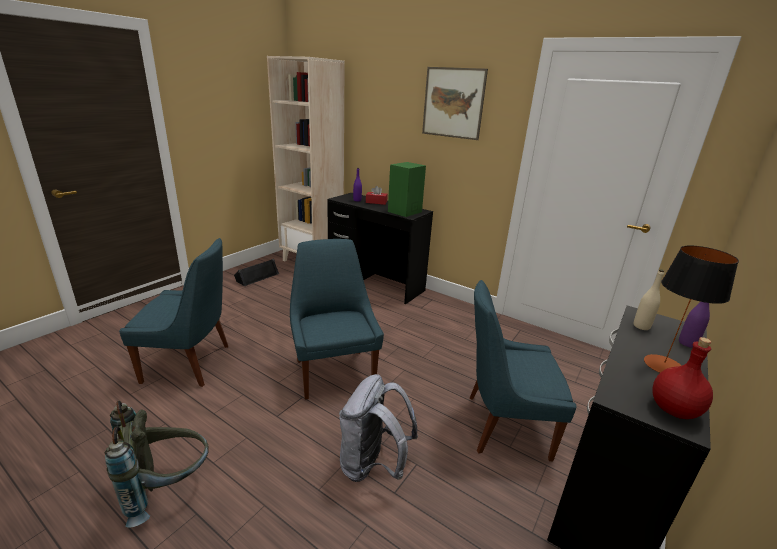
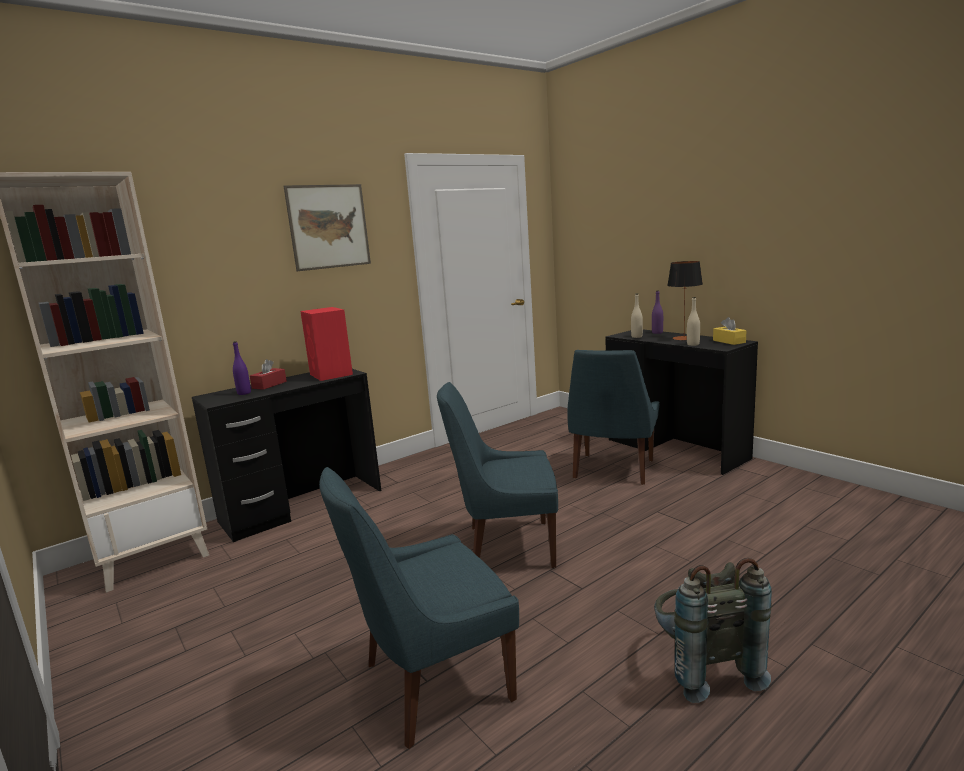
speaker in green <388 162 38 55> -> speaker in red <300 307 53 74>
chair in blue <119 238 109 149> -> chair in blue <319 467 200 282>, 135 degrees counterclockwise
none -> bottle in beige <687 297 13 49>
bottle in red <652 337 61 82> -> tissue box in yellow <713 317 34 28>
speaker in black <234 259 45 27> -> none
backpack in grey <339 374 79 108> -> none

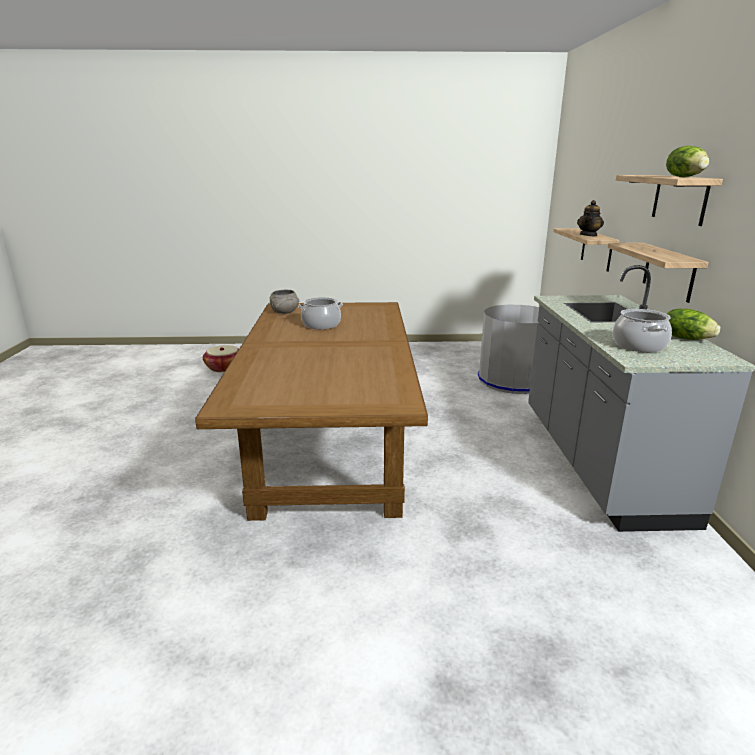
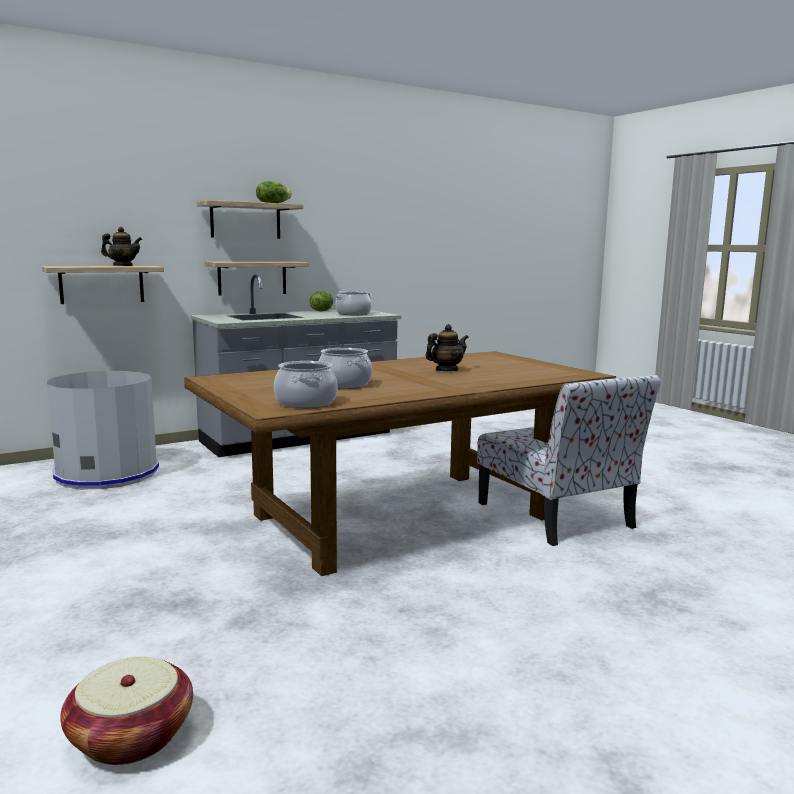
bowl in grey <270 290 29 24> -> cooking pot <274 361 64 47>
none -> teapot <425 324 44 47>
none -> chair <477 375 184 171>

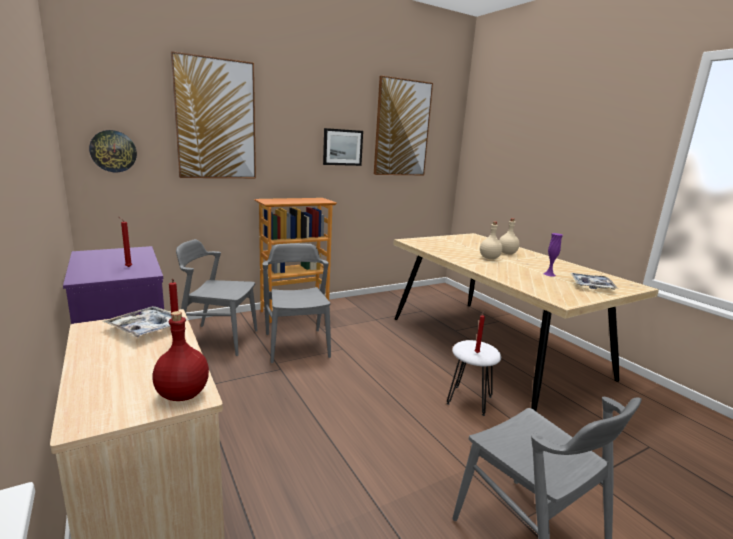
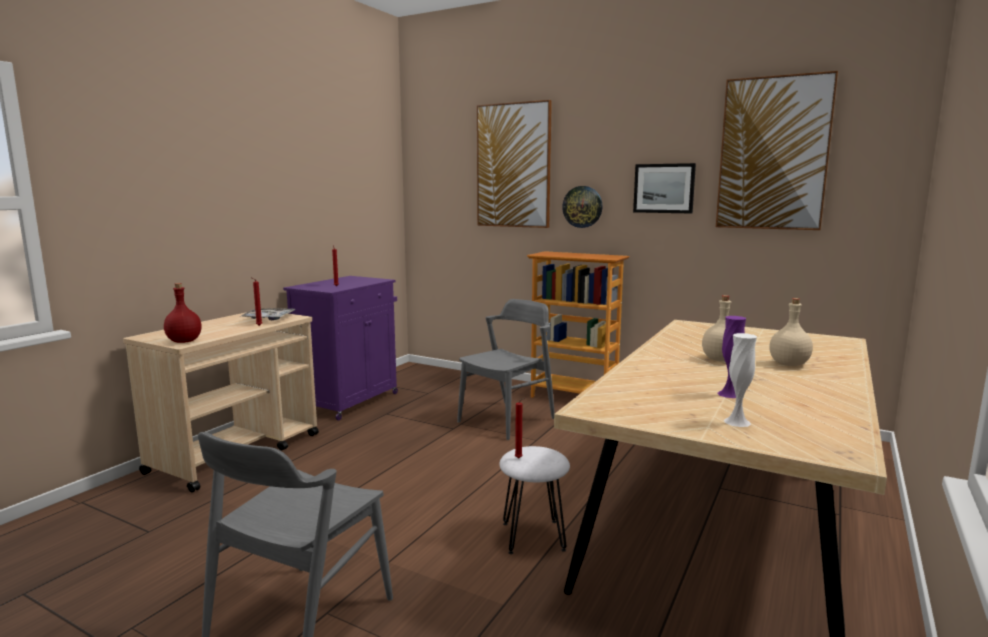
wall clock <89 130 48 42> -> wall clock <562 186 41 42>, move
tray <571 273 47 17> -> vase in white <724 333 33 94>
chair in grey <176 239 82 117> -> none

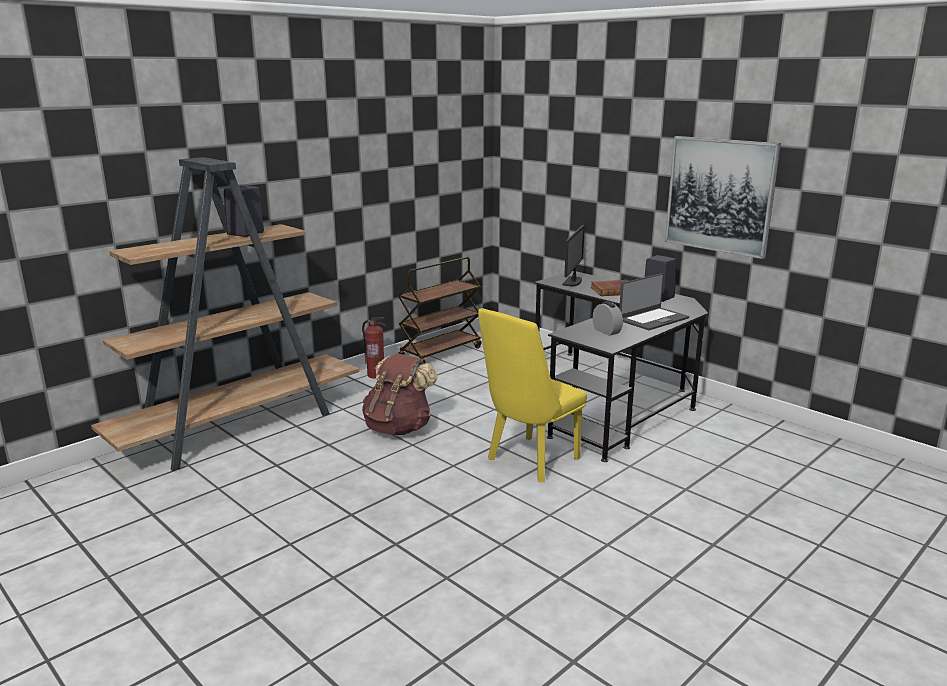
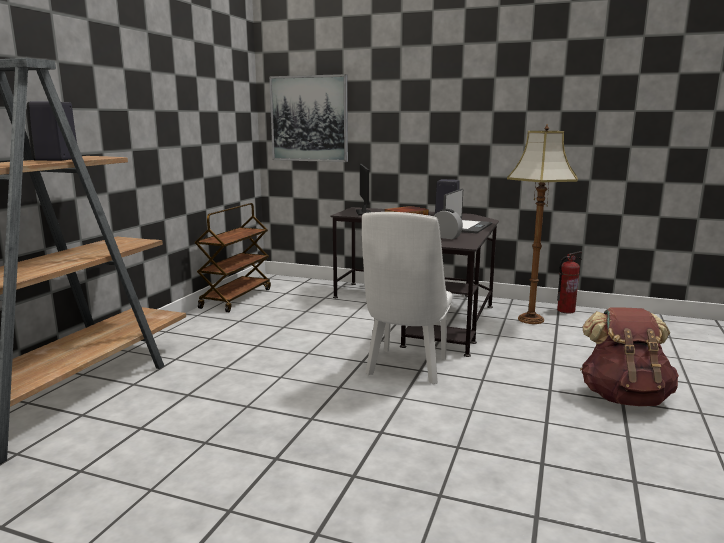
picture <665 136 116 123> -> picture <269 74 79 88>, move
chair in yellow <478 308 109 174> -> chair in white <362 212 90 172>
none -> floor lamp <507 124 71 200>
fire extinguisher <362 317 23 62> -> fire extinguisher <557 251 25 63>, move
backpack in brown <362 353 76 82> -> backpack in brown <580 307 99 99>, move

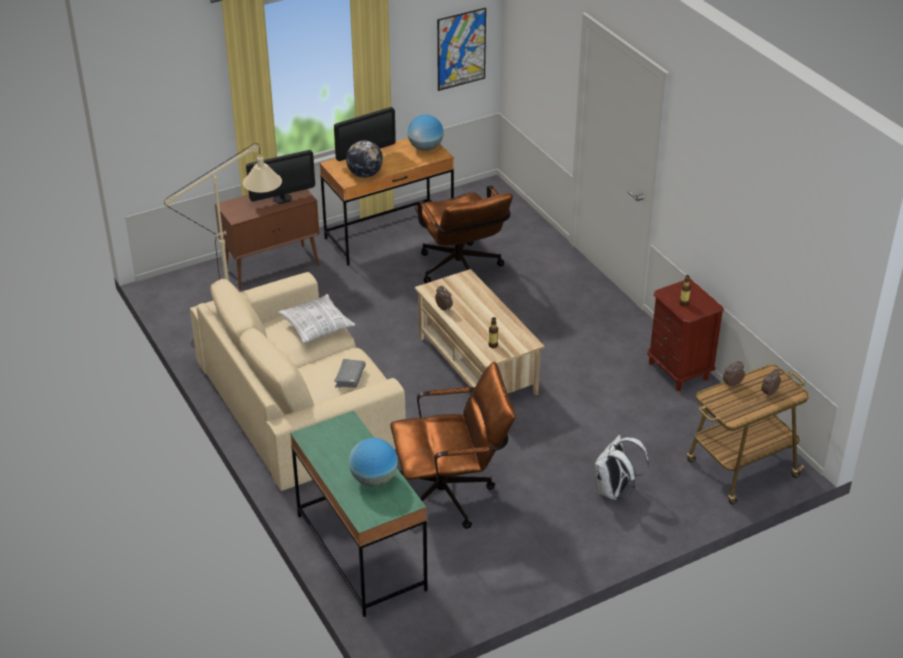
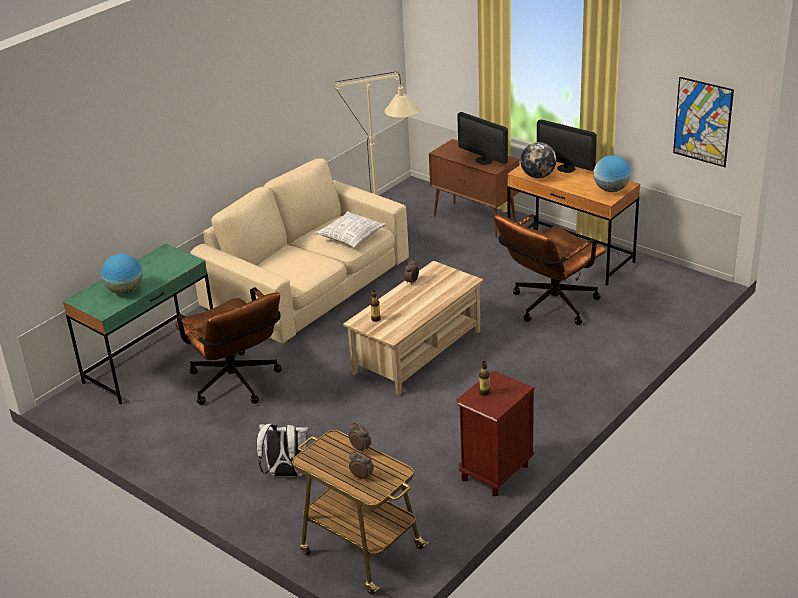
book in grey <334 359 31 29> -> none

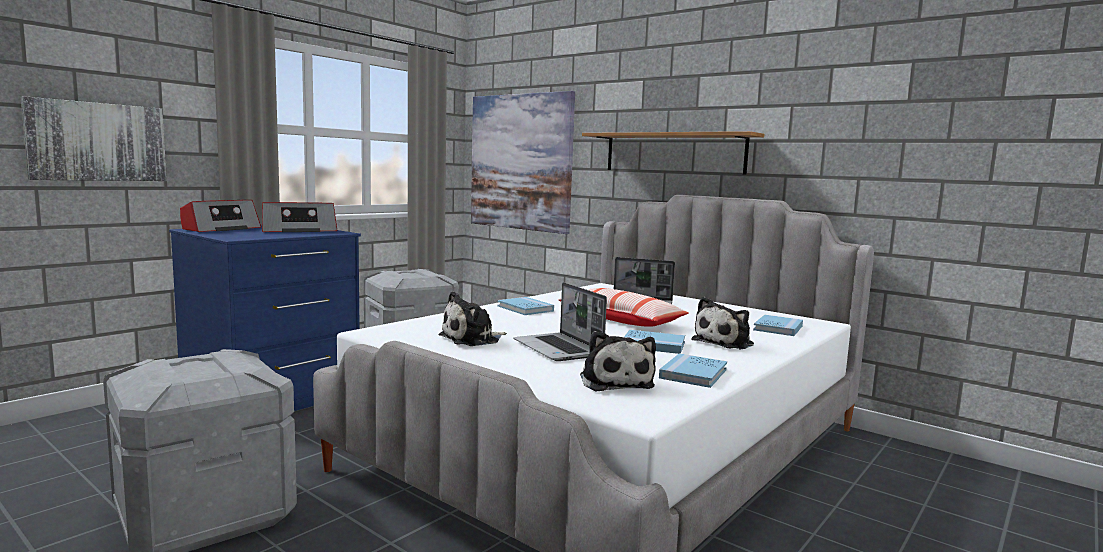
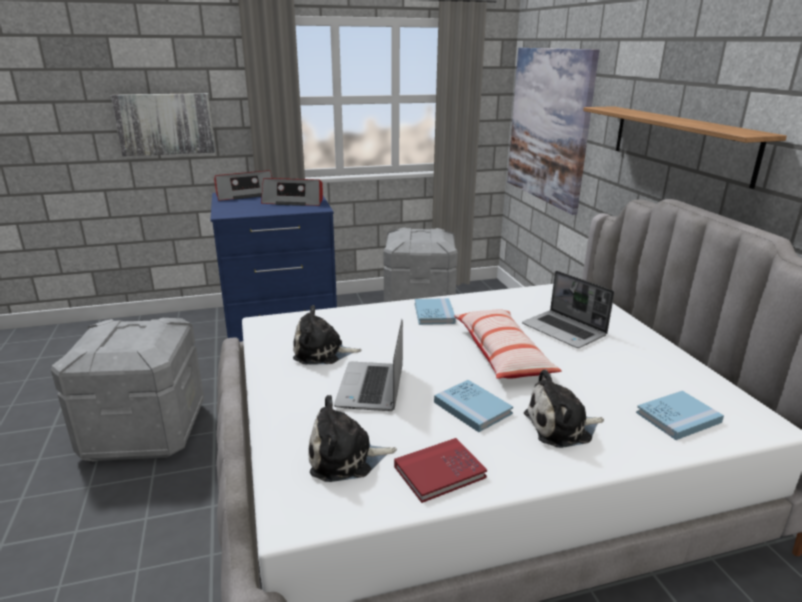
plush toy <580 331 76 60> -> plush toy <309 395 88 87>, 60 degrees clockwise
book in blue <659 353 68 35> -> book in red <394 438 93 65>

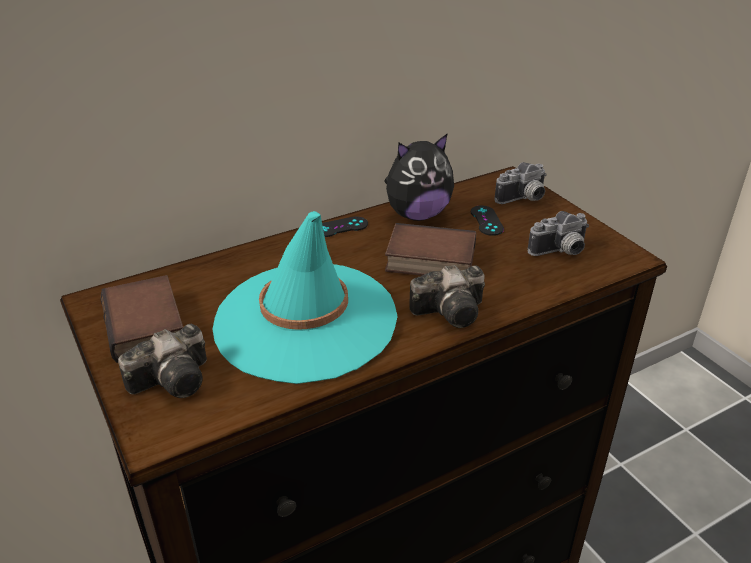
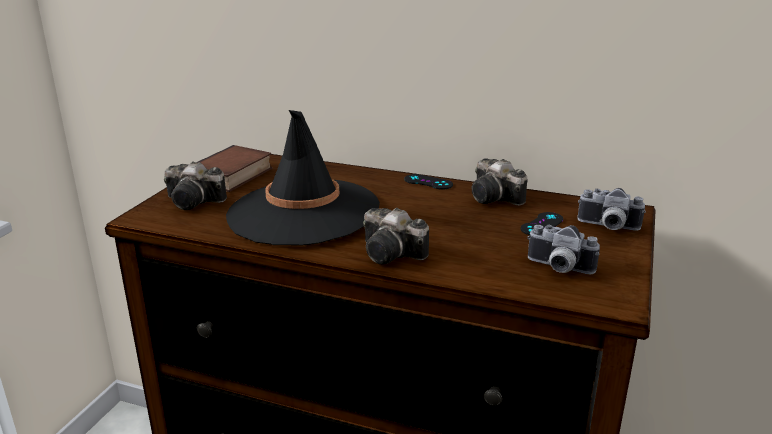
hat in turquoise <212 211 186 173> -> hat in black <226 110 154 136>
plush toy <384 133 70 88> -> photo camera <472 158 55 48>
book <385 223 91 53> -> none

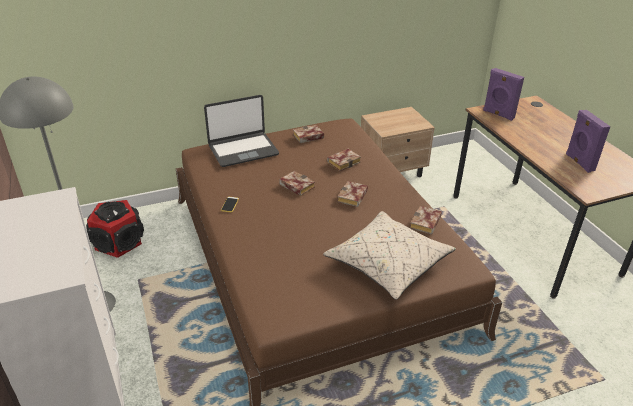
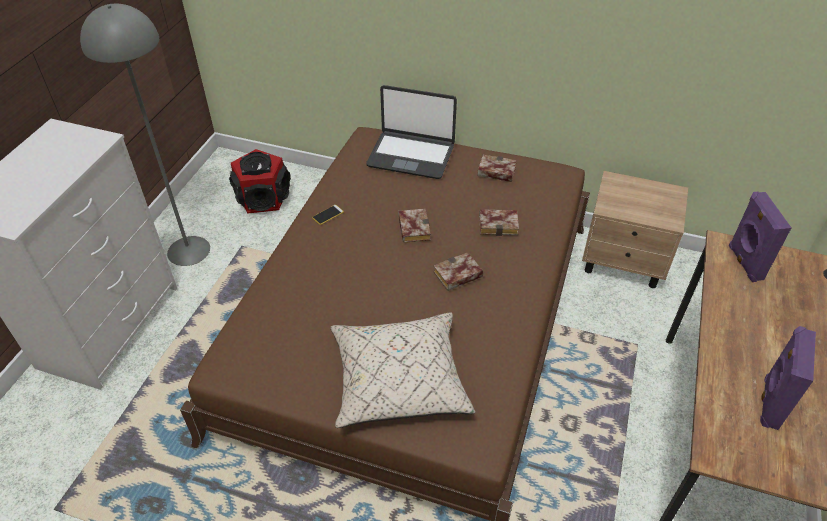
book <410 206 32 28> -> none

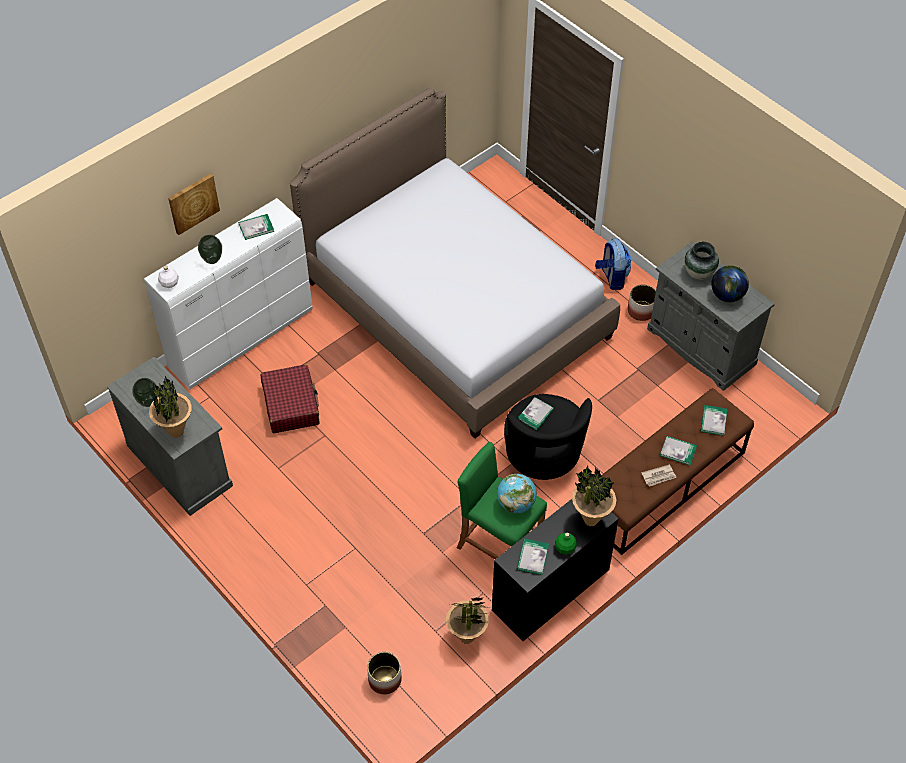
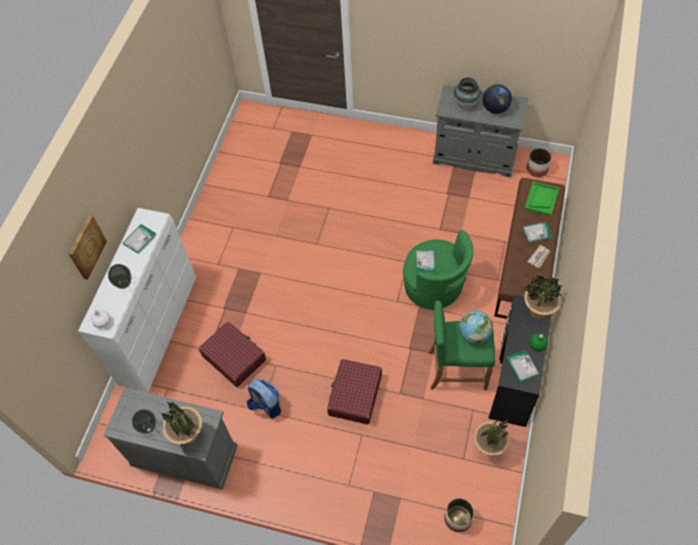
backpack <595 239 36 51> -> backpack <247 378 34 41>, move
none -> suitcase in red <327 359 55 66>
armchair in black <504 394 88 86> -> armchair in green <403 230 70 79>
book <700 405 28 31> -> tray in green <525 181 34 35>
planter <628 284 28 37> -> planter <526 148 26 29>, move
bed <290 88 330 350> -> none

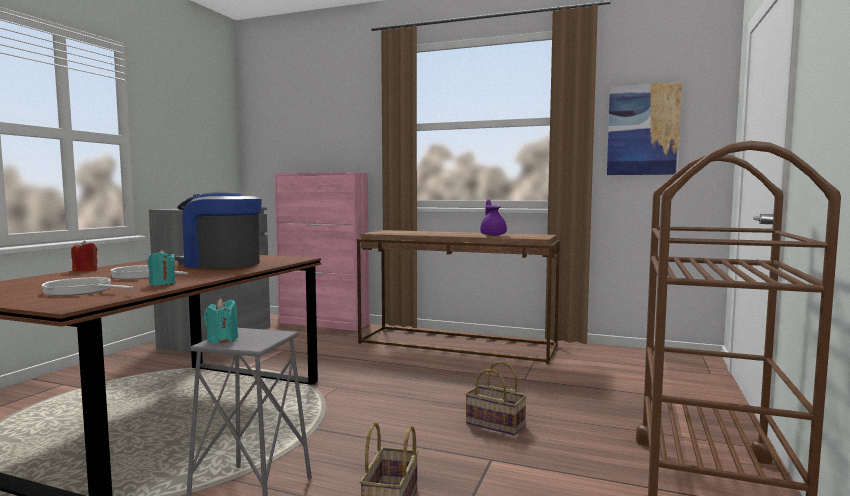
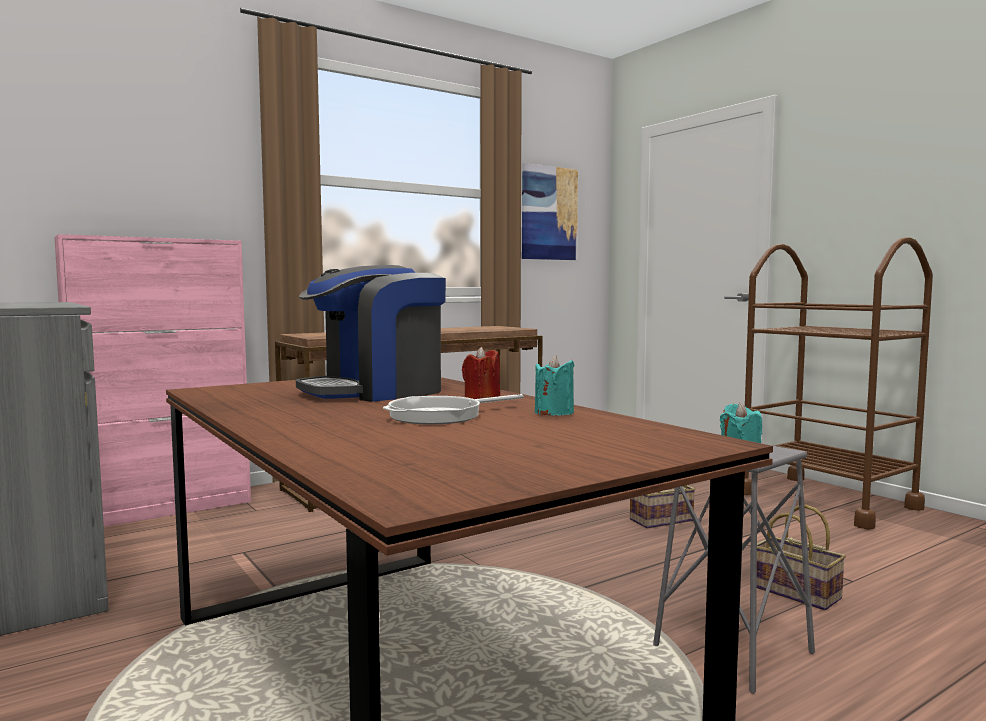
candle in red <71 241 26 31> -> candle in red <462 347 38 52>, move
frying pan <42 277 93 19> -> none
teapot in purple <480 199 27 37> -> none

